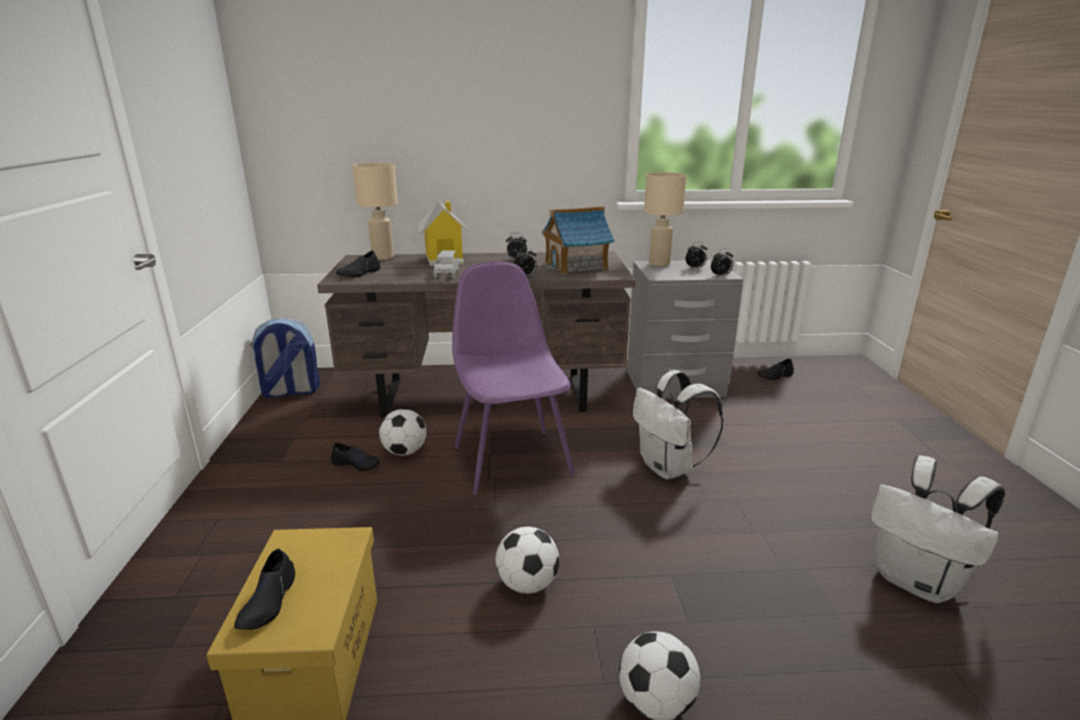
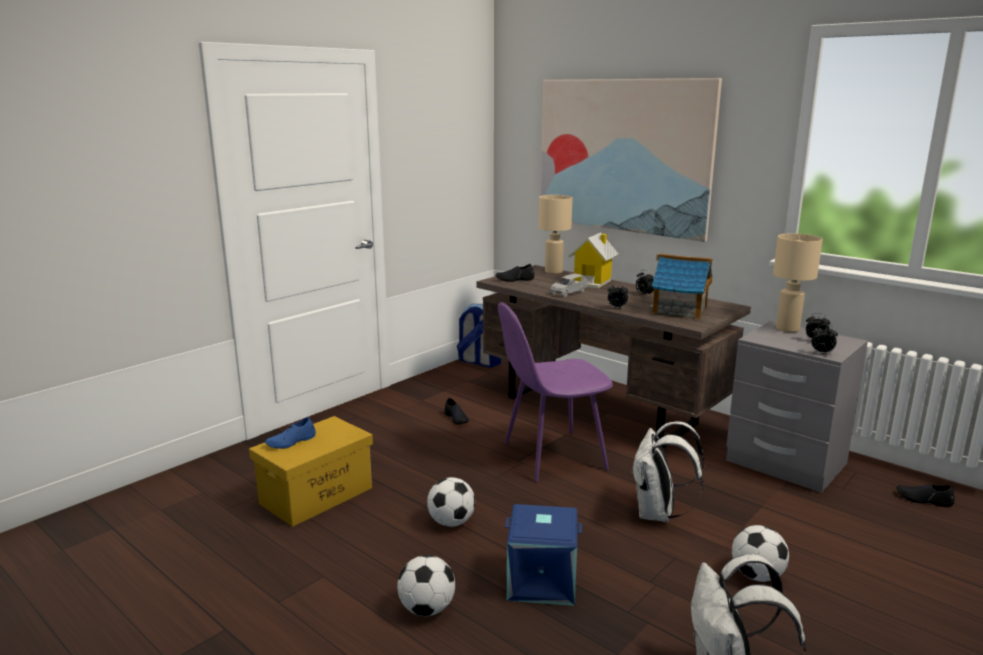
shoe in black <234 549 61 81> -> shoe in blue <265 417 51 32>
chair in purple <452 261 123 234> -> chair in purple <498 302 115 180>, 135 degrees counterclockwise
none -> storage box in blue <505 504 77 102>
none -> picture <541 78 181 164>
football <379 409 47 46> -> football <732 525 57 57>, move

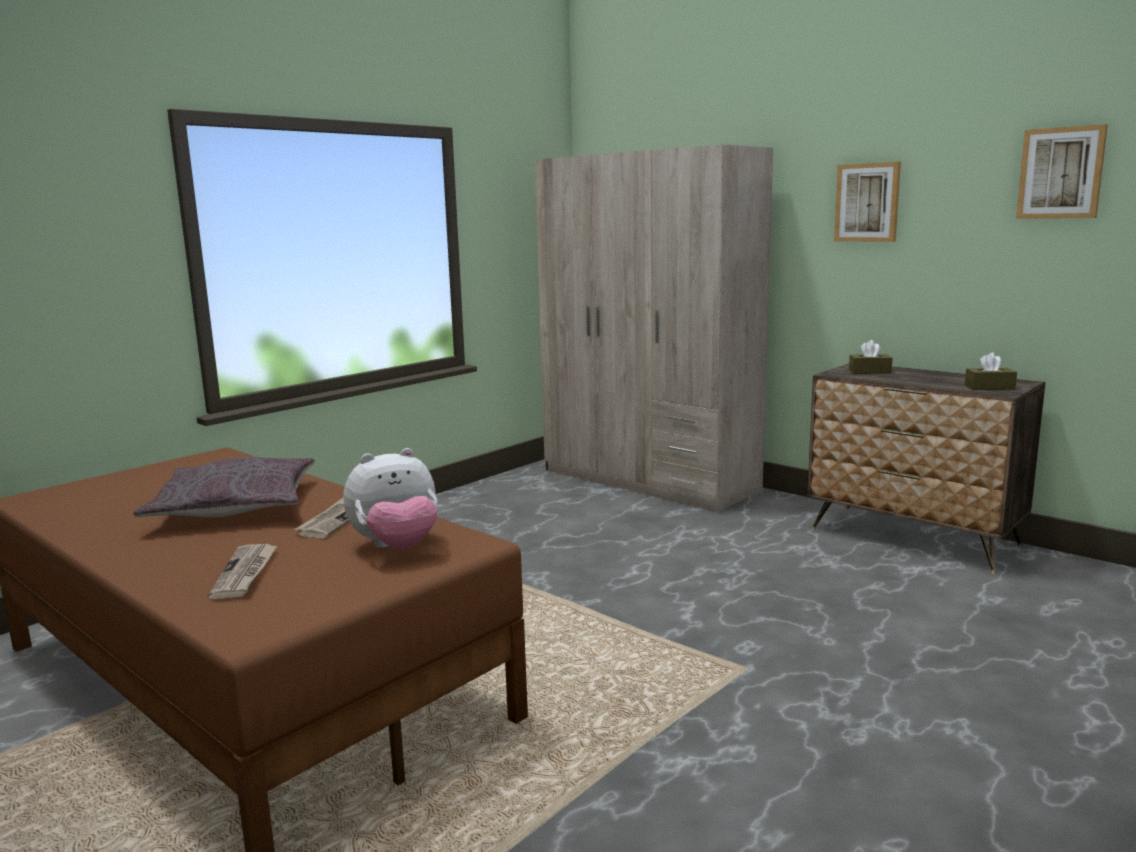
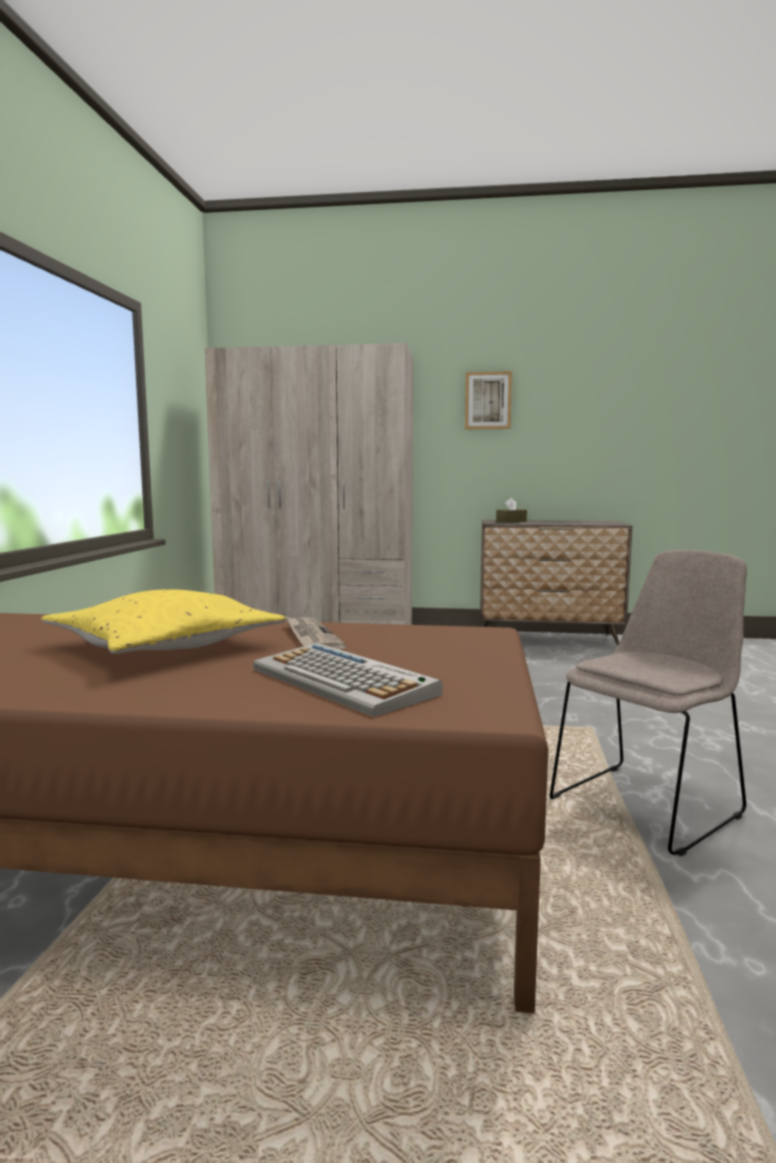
pillow in grey <133 457 182 60> -> pillow in yellow <41 589 245 65>
newspaper <208 544 69 55> -> keyboard <253 643 190 74>
none -> chair in beige <550 550 197 306>
plush toy <343 448 95 102> -> none
tissue box in brown <965 352 52 38> -> none
picture <1016 124 92 95> -> none

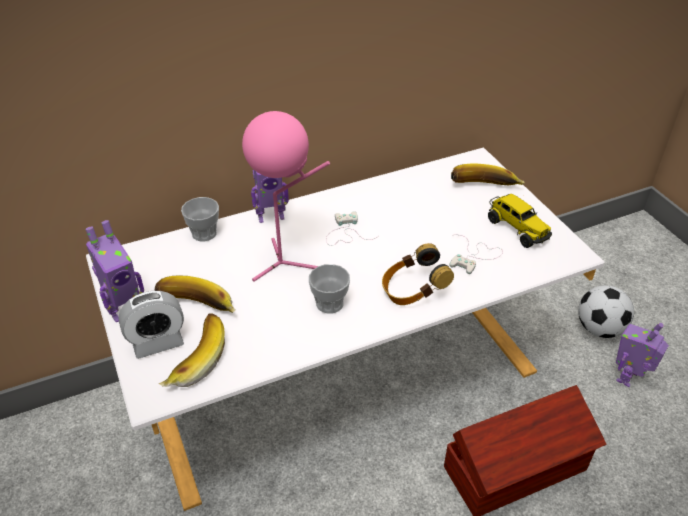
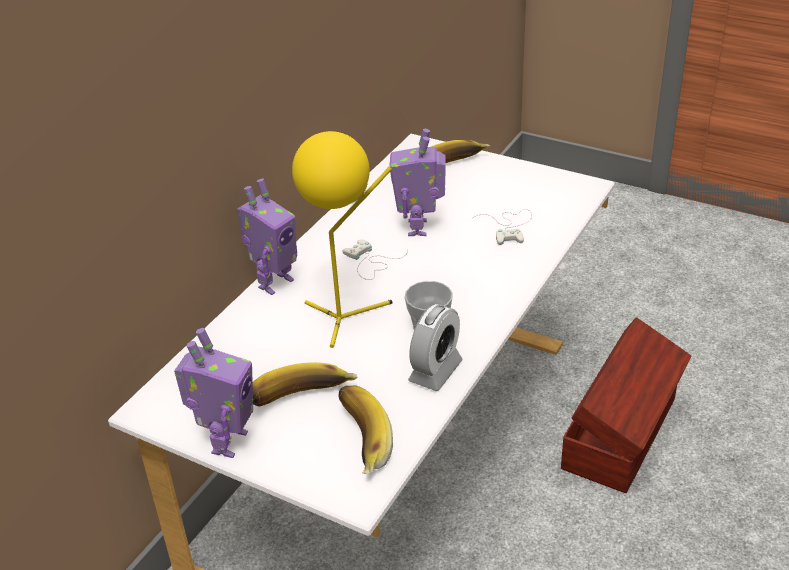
table lamp in pink <242 111 88 171> -> table lamp in yellow <292 131 101 217>
toy robot <616 323 53 64> -> toy robot <389 129 57 107>, move
alarm clock <118 291 66 68> -> alarm clock <408 304 55 87>, move
cup <181 197 38 44> -> none
headphones <382 243 72 62> -> none
toy truck <488 194 64 54> -> none
football <578 285 56 53> -> none

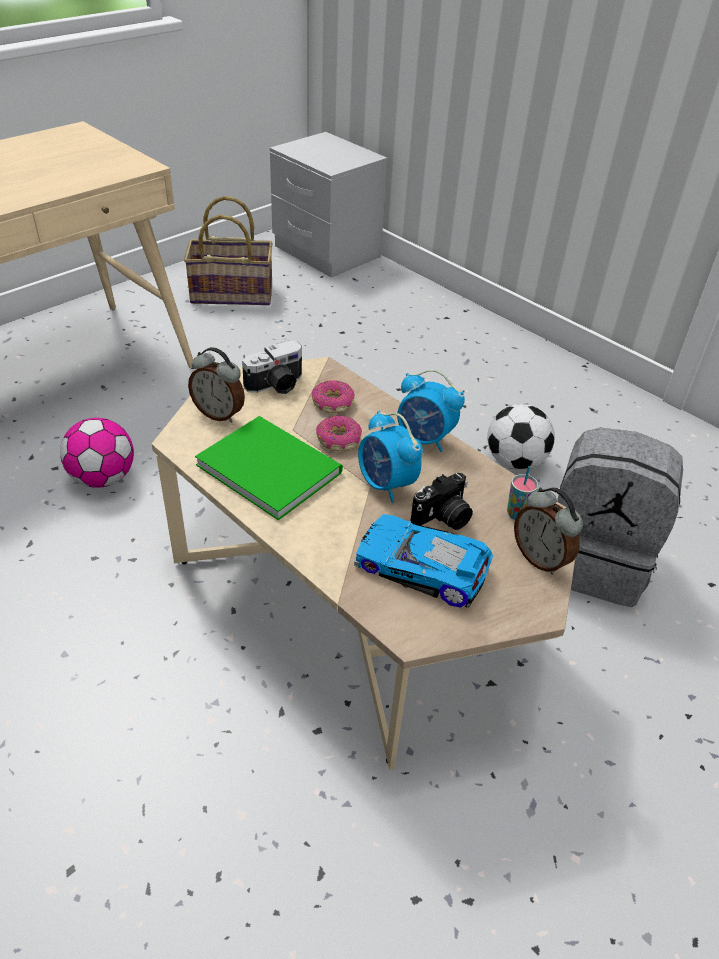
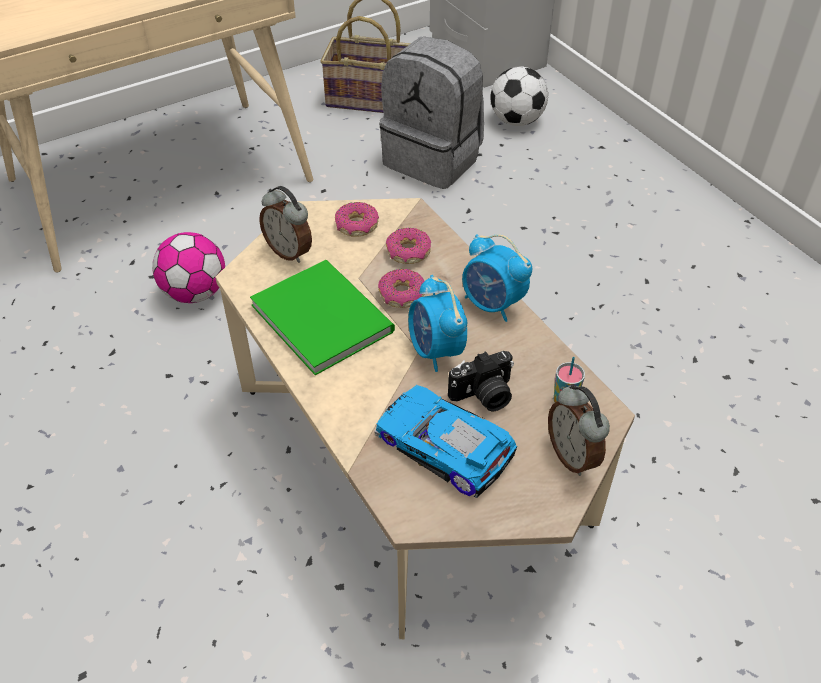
photo camera <242 340 60 54> -> donut <335 202 44 35>
backpack in grey <557 428 126 179> -> backpack in grey <380 37 104 152>, move
football <487 404 68 66> -> football <490 66 58 60>, move

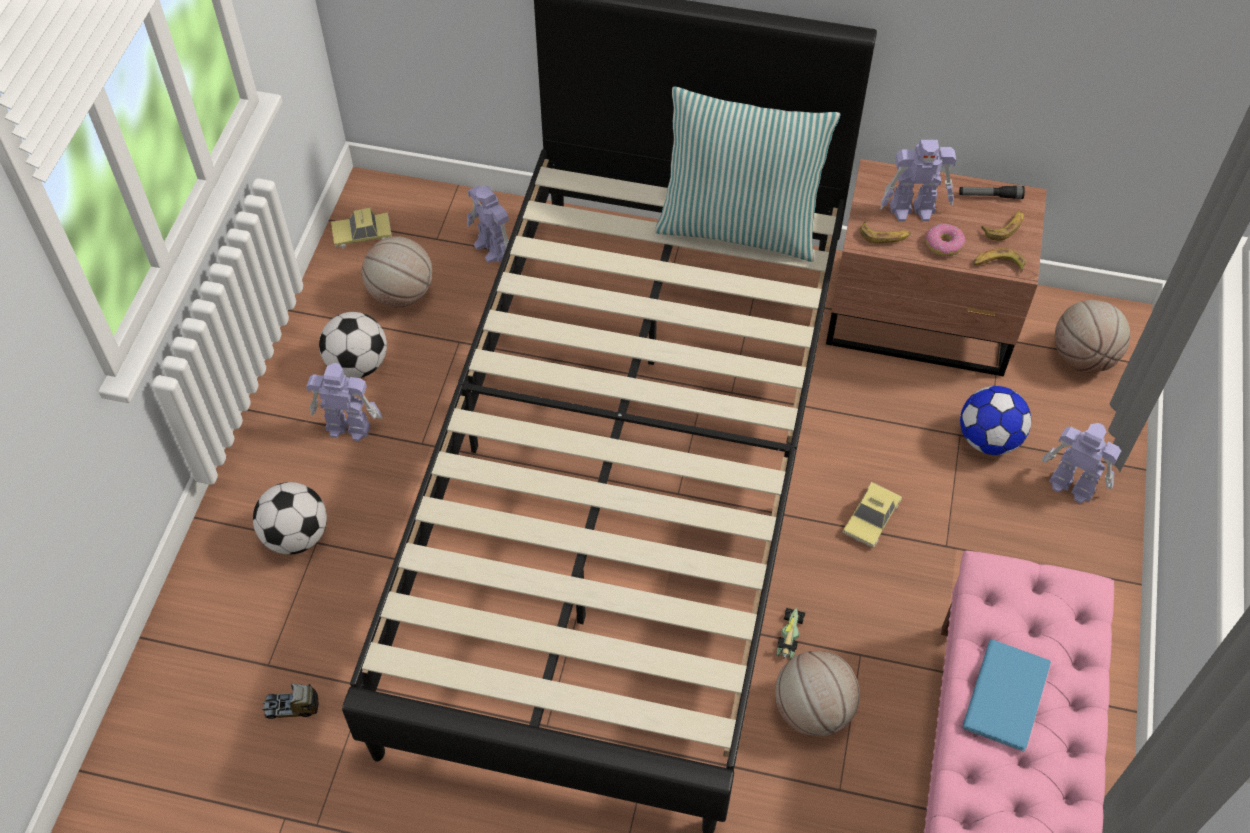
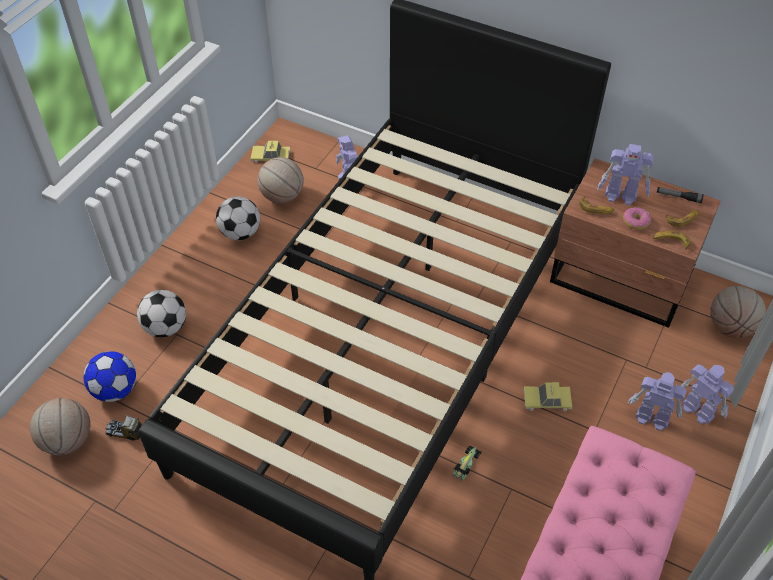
basketball <775 650 85 86> -> basketball <30 398 60 58>, move
football <960 386 71 69> -> football <84 351 52 51>, move
toy car <843 482 59 66> -> toy car <523 382 49 29>, 45 degrees clockwise
toy robot <306 363 77 78> -> toy robot <628 372 59 59>, move
pillow <655 87 186 175> -> none
book in blue <962 639 89 113> -> none

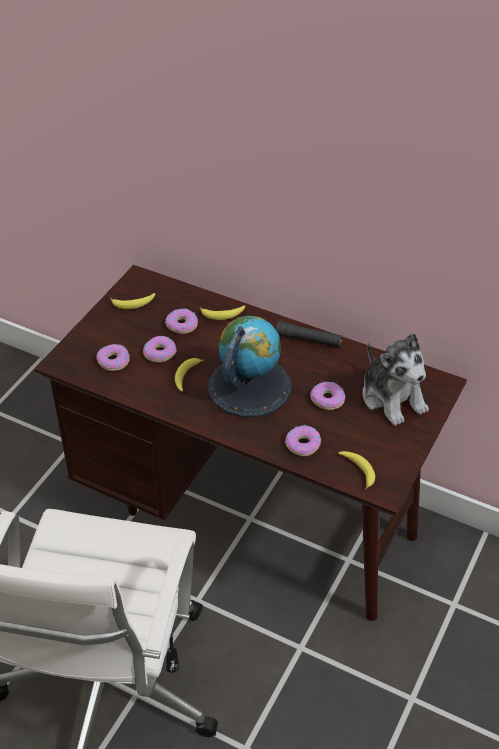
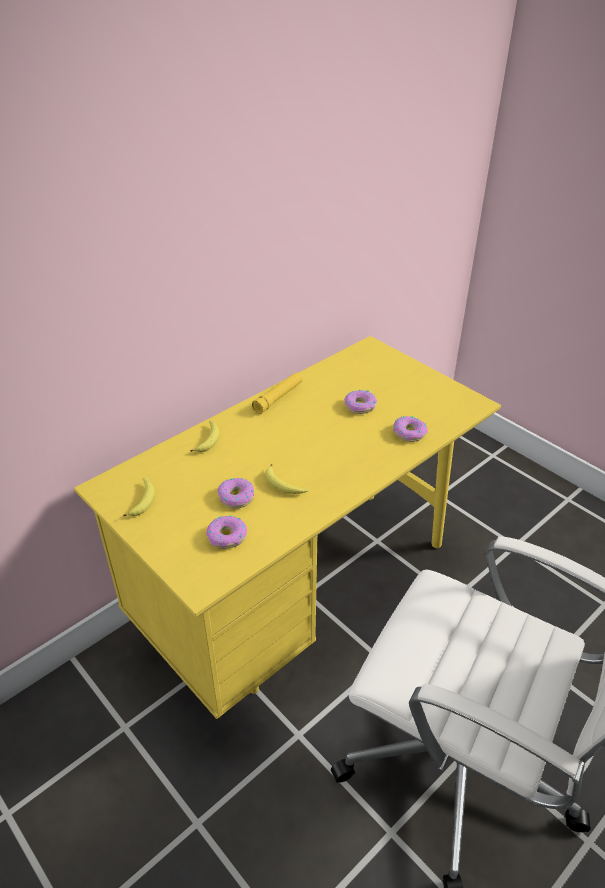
desk in brown <34 265 433 356> -> desk in yellow <74 336 427 383>
flashlight in black <276 321 67 26> -> flashlight in yellow <252 372 51 42>
donut <165 309 33 25> -> none
globe <208 316 84 101> -> none
banana <339 451 36 39> -> none
plush toy <362 333 67 93> -> none

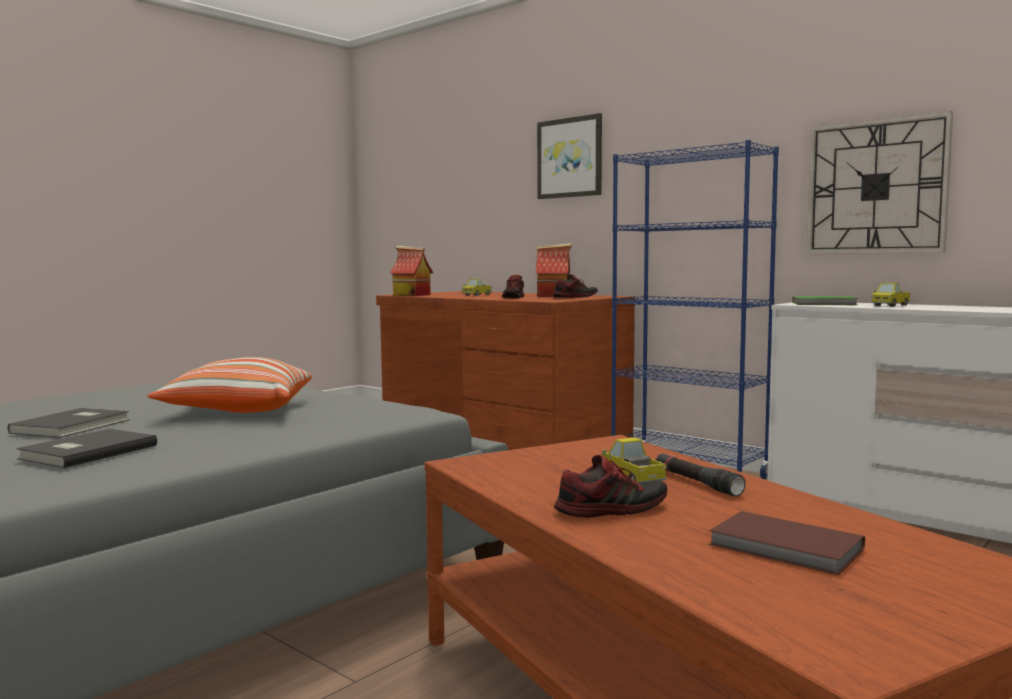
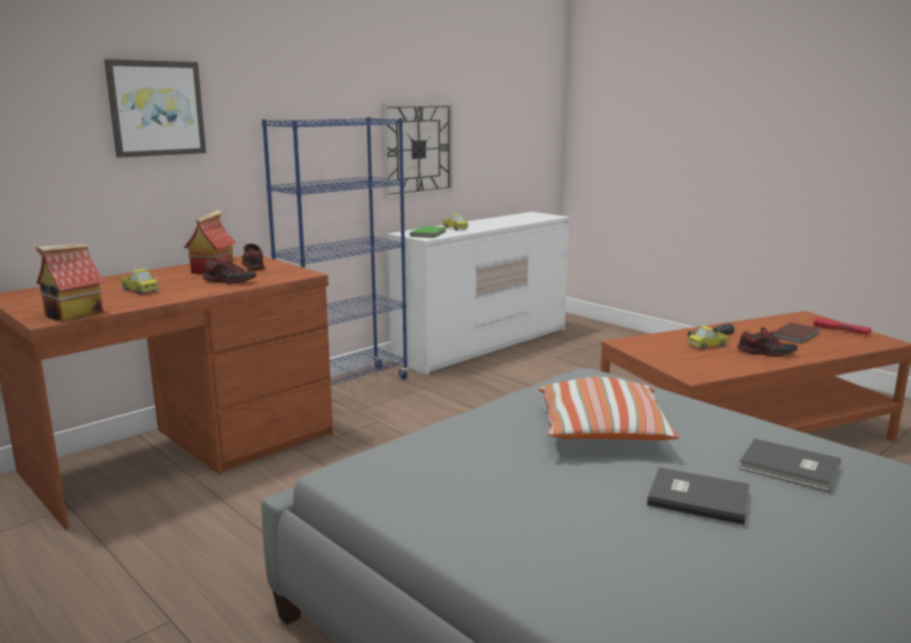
shoe <554 455 113 63> -> shoe <737 327 60 29>, 120 degrees clockwise
none -> flashlight in red <814 317 57 18>

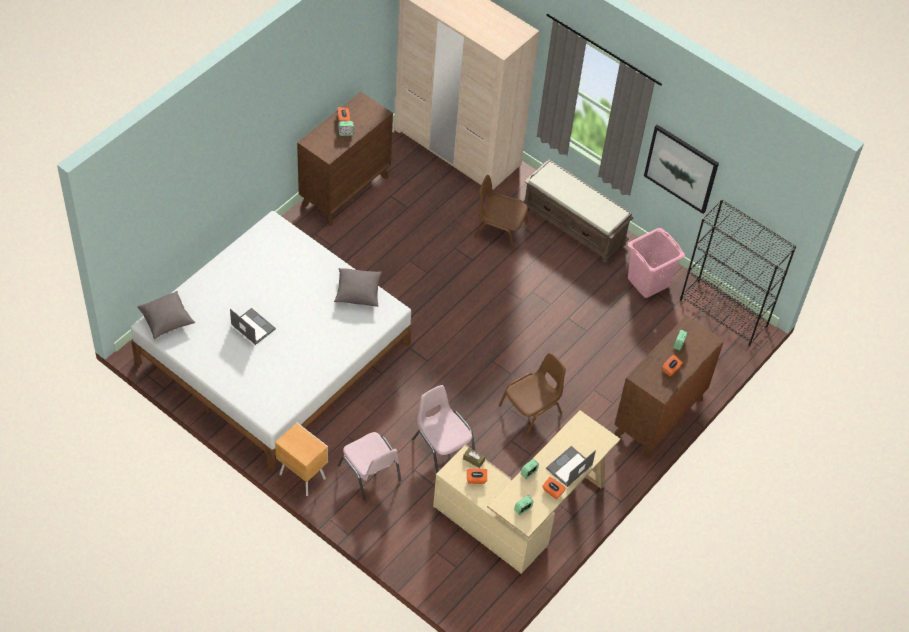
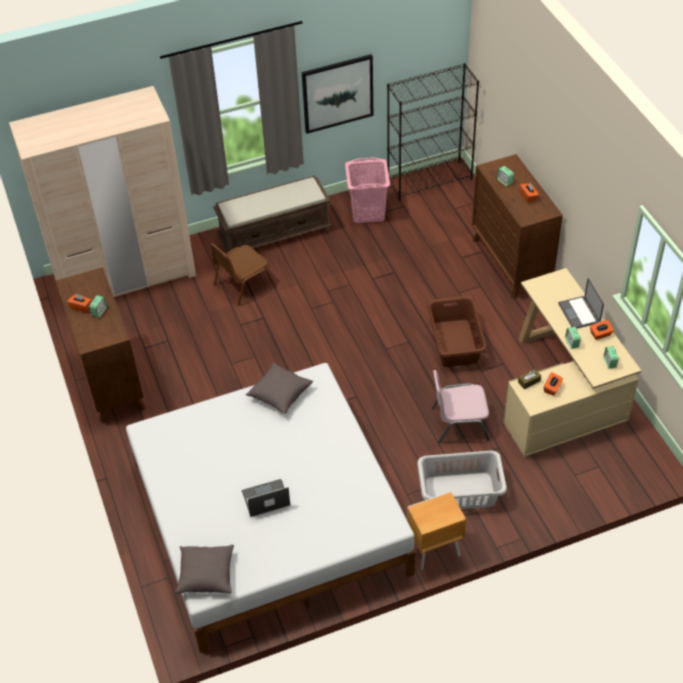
chair in pink <338 432 63 68> -> laundry basket in grey <417 450 90 59>
chair in brown <499 352 67 85> -> laundry basket in brown <428 296 59 71>

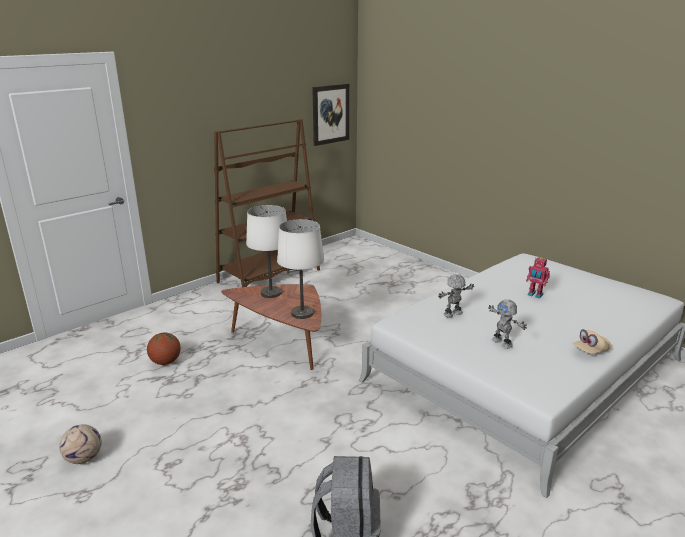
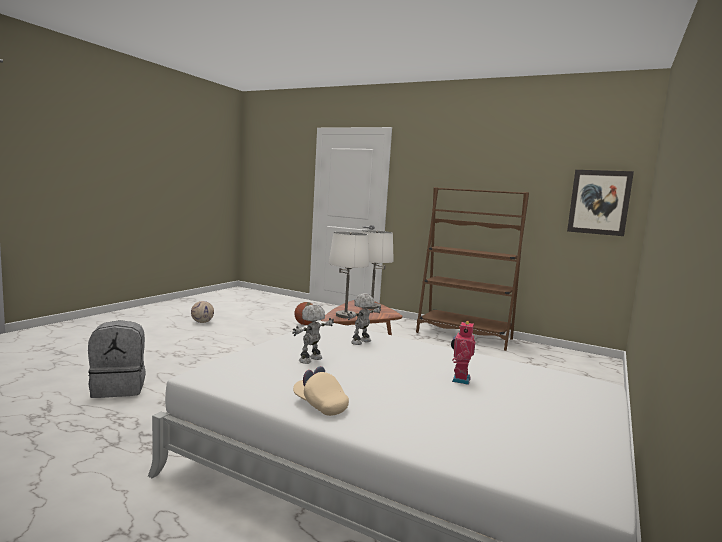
toy robot <438 274 36 44> -> toy robot <347 293 34 52>, 90 degrees counterclockwise

